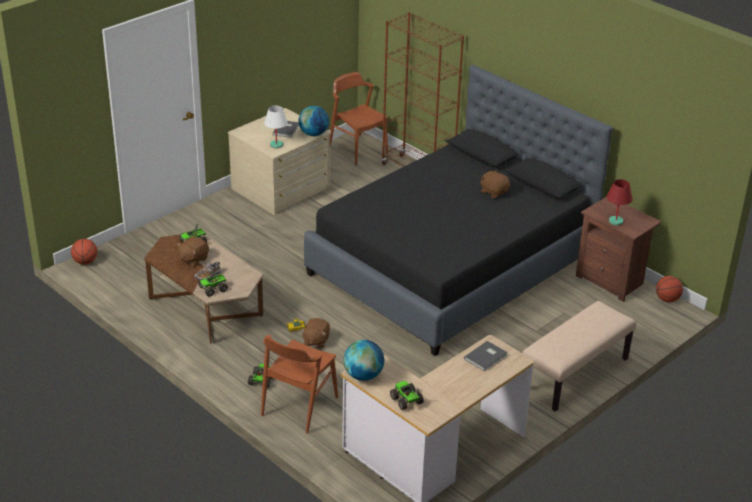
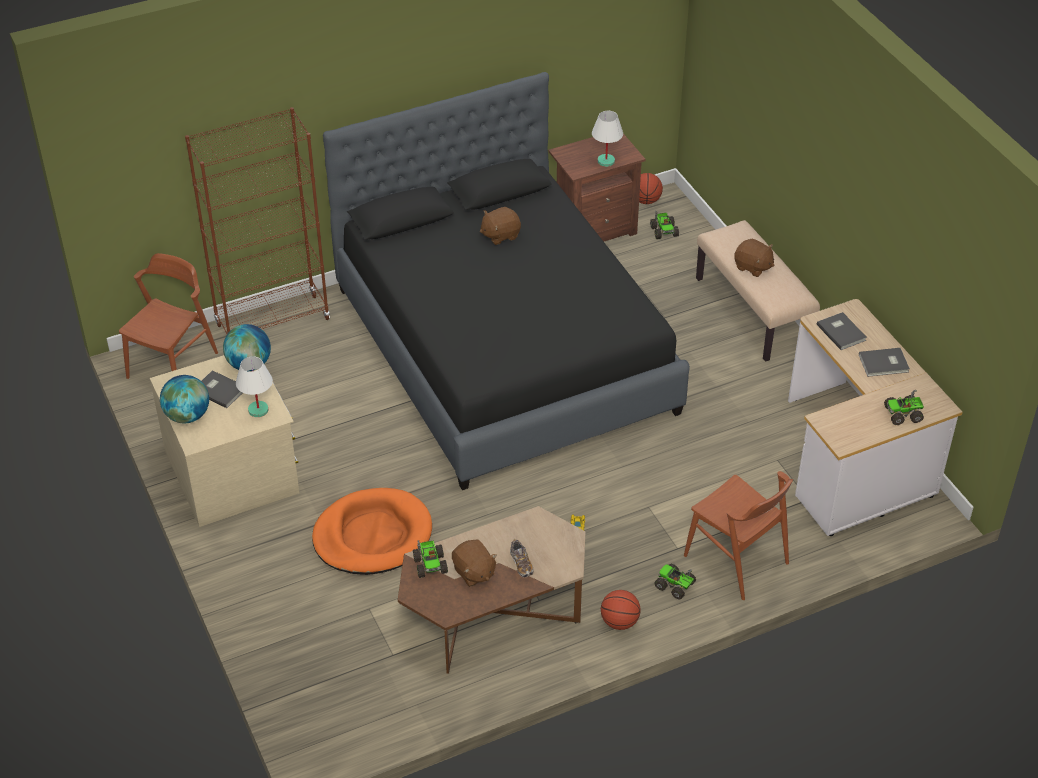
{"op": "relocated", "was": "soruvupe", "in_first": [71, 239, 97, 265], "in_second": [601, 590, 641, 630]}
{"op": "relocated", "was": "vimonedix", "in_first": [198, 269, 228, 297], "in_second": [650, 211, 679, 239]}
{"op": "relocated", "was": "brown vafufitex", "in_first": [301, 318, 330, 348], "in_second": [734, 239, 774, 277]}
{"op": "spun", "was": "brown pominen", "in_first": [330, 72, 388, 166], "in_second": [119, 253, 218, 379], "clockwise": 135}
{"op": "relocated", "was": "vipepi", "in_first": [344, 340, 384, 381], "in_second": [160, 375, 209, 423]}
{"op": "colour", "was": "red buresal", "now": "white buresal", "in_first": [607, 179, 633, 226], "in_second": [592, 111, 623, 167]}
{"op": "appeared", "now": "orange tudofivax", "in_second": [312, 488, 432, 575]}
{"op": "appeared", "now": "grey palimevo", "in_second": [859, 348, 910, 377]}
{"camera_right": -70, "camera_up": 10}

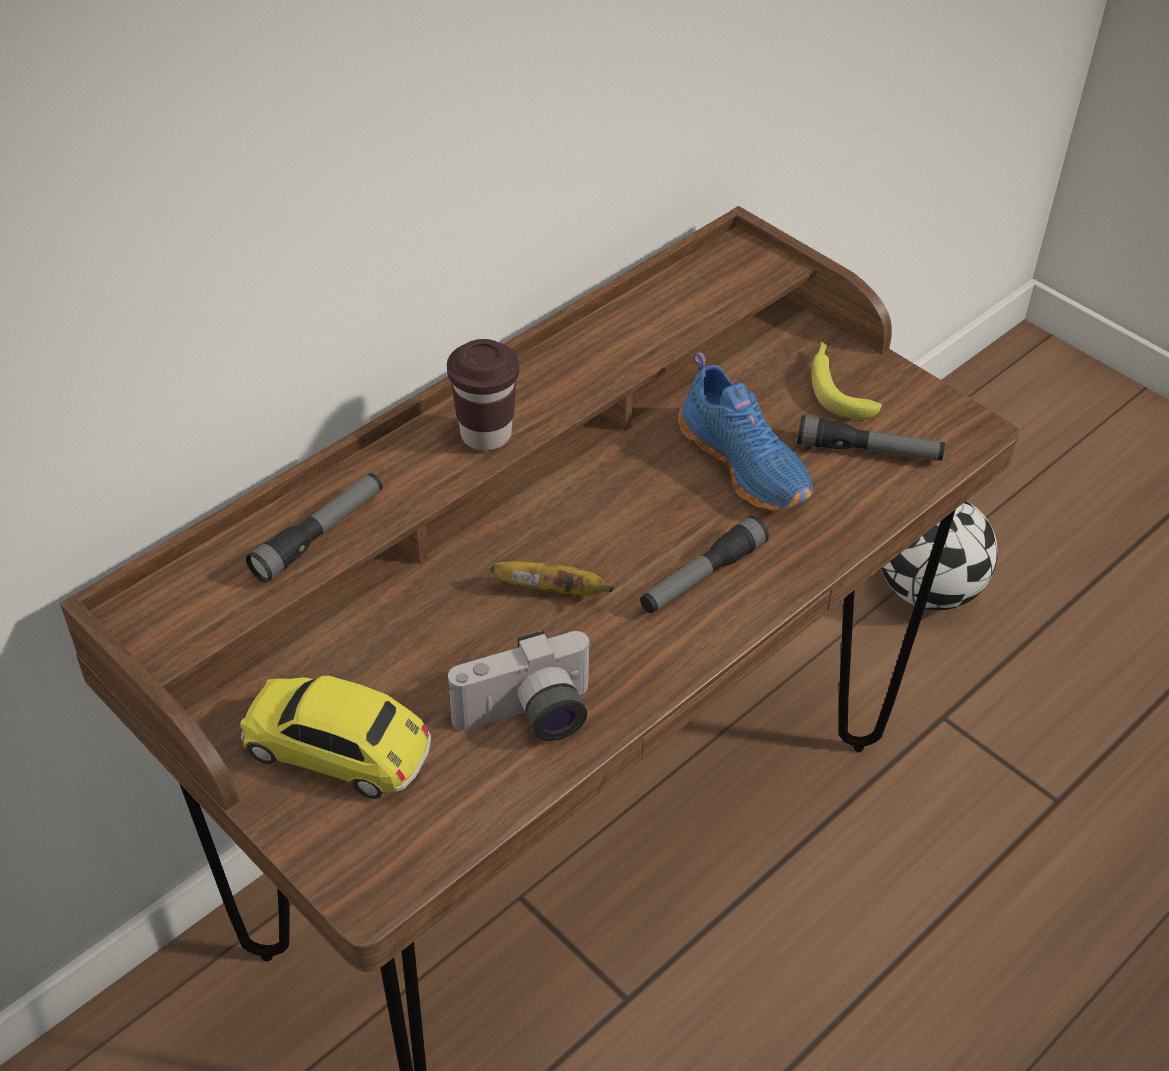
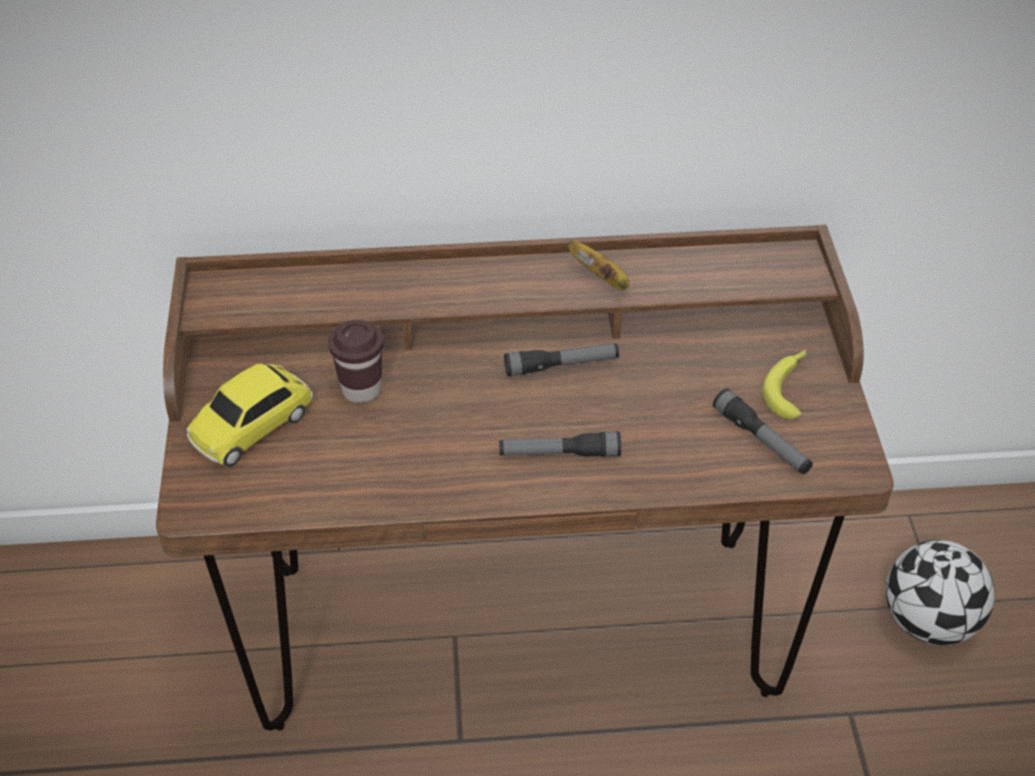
{"op": "spun", "was": "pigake", "in_first": [240, 675, 431, 799], "in_second": [186, 364, 313, 467], "clockwise": -105}
{"op": "relocated", "was": "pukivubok", "in_first": [246, 473, 383, 583], "in_second": [504, 343, 619, 376]}
{"op": "relocated", "was": "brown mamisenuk", "in_first": [447, 339, 519, 451], "in_second": [328, 320, 384, 403]}
{"op": "missing", "was": "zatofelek", "in_first": [448, 631, 593, 741]}
{"op": "relocated", "was": "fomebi", "in_first": [491, 561, 614, 596], "in_second": [568, 241, 629, 290]}
{"op": "missing", "was": "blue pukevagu", "in_first": [678, 352, 813, 511]}
{"camera_right": 40, "camera_up": 0}

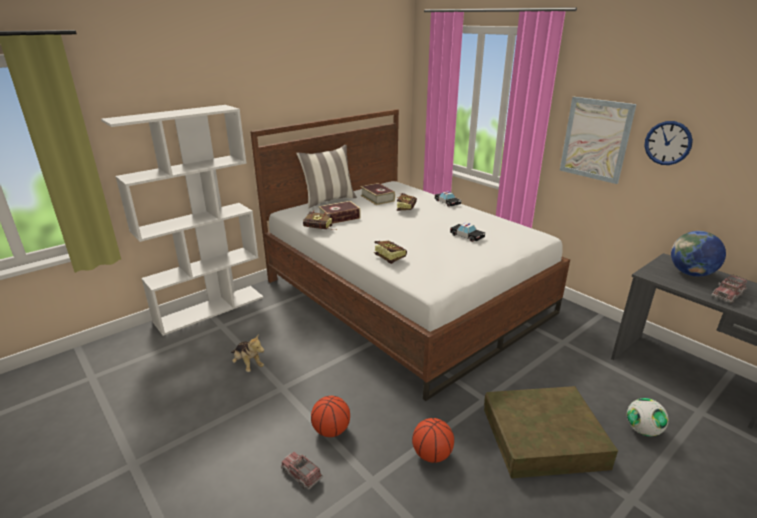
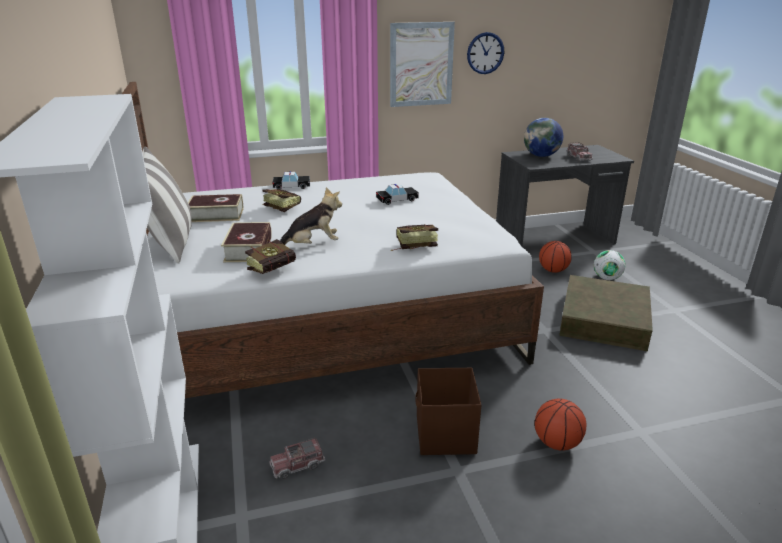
{"op": "relocated", "was": "vafufitex", "in_first": [231, 336, 264, 372], "in_second": [280, 187, 342, 245]}
{"op": "relocated", "was": "vimonedix", "in_first": [281, 452, 323, 490], "in_second": [269, 437, 326, 479]}
{"op": "relocated", "was": "soruvupe", "in_first": [412, 418, 454, 463], "in_second": [539, 241, 572, 273]}
{"op": "appeared", "now": "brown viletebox", "in_second": [415, 367, 481, 455]}
{"camera_right": -65, "camera_up": 0}

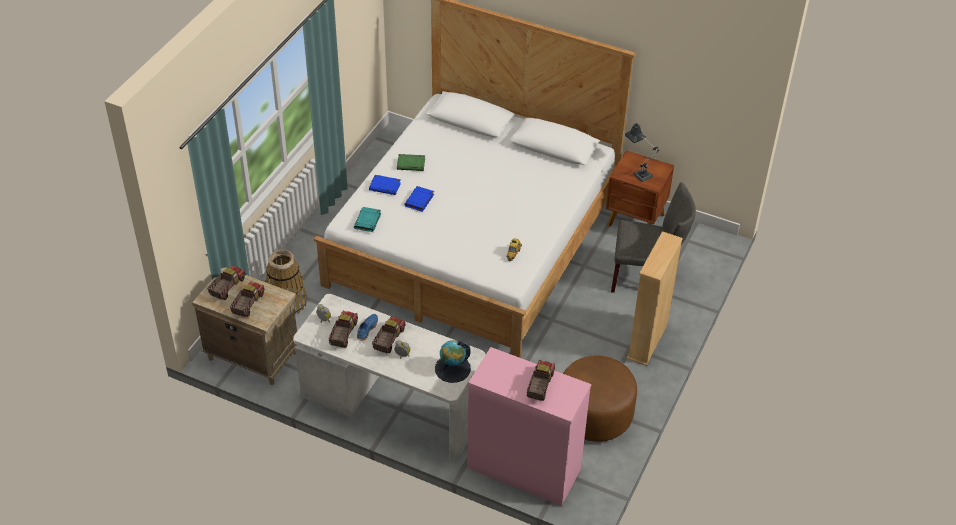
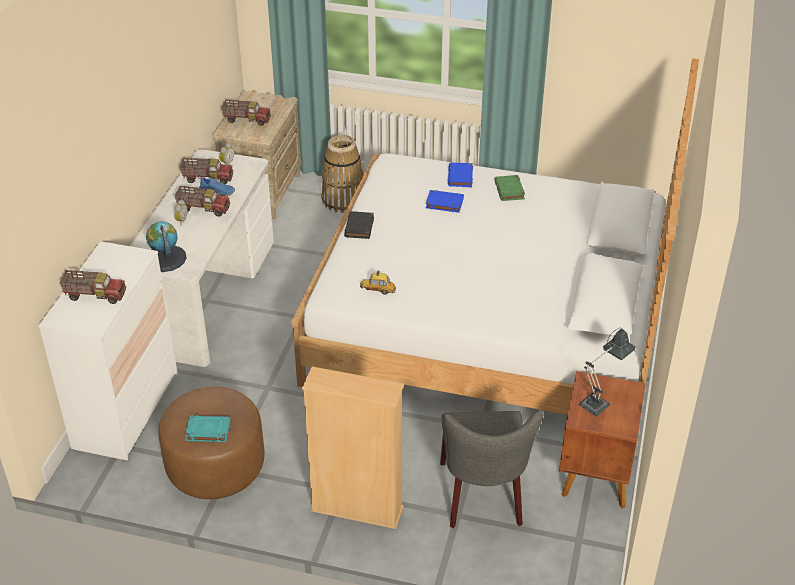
{"op": "missing", "was": "vimonedix", "in_first": [207, 265, 246, 300]}
{"op": "relocated", "was": "turquoise palimevo", "in_first": [354, 207, 381, 232], "in_second": [185, 415, 230, 442]}
{"op": "colour", "was": "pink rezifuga", "now": "white rezifuga", "in_first": [467, 347, 591, 506], "in_second": [39, 241, 178, 461]}
{"op": "appeared", "now": "black palimevo", "in_second": [344, 211, 374, 239]}
{"camera_right": 80, "camera_up": -5}

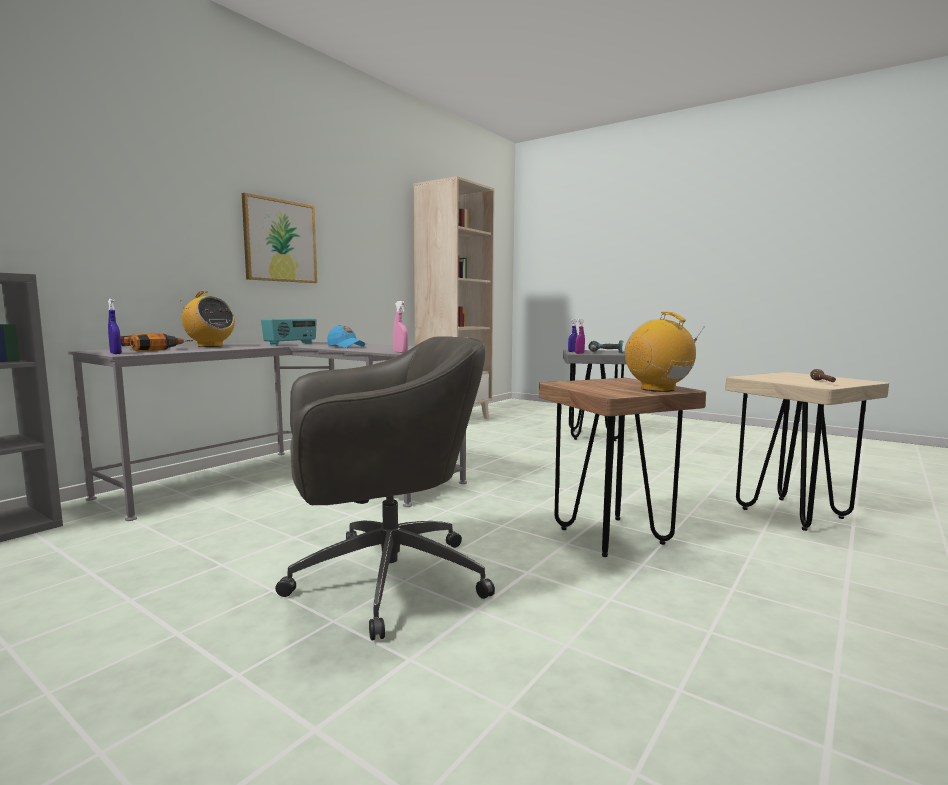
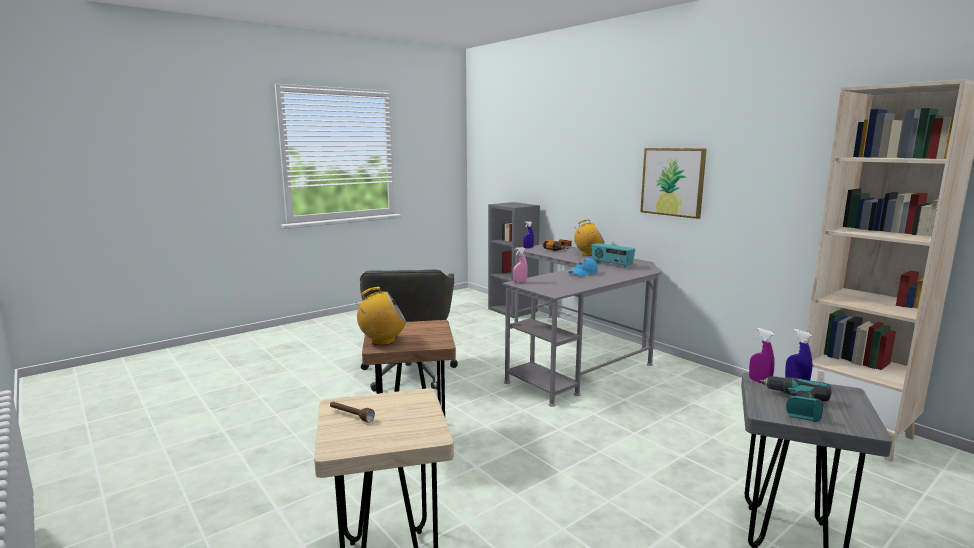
{"op": "spun", "was": "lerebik", "in_first": [181, 291, 235, 347], "in_second": [574, 219, 605, 256], "clockwise": -135}
{"camera_right": 105, "camera_up": 5}

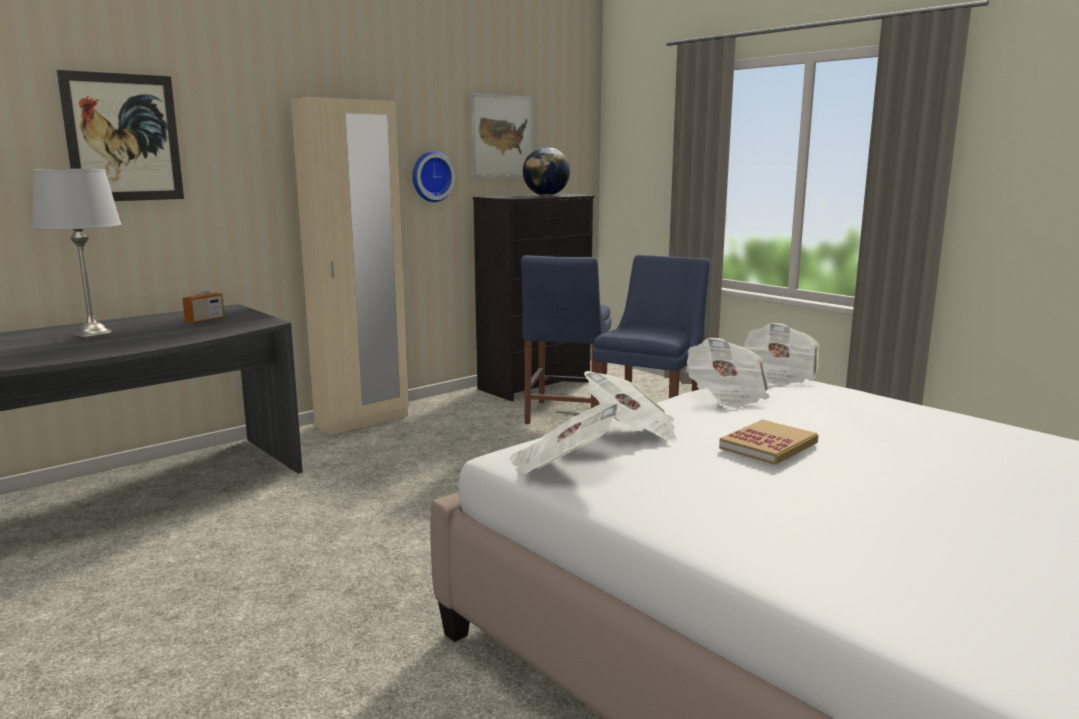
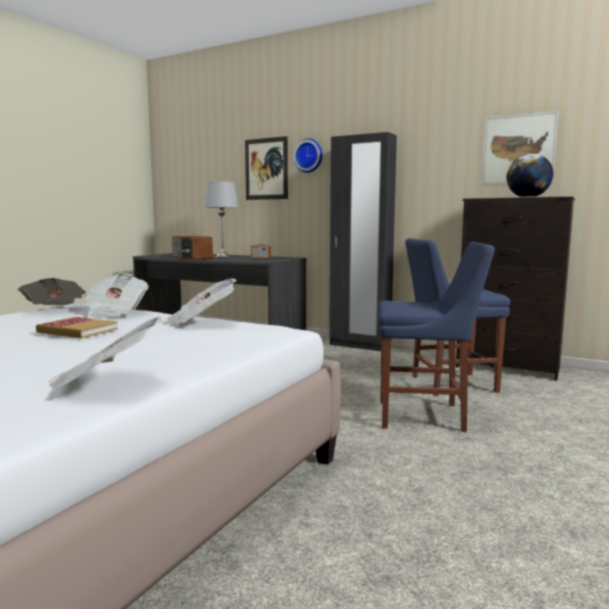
{"op": "colour", "was": "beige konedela", "now": "black konedela", "in_first": [291, 97, 409, 435], "in_second": [329, 132, 397, 351]}
{"op": "relocated", "was": "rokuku", "in_first": [413, 151, 455, 202], "in_second": [293, 139, 323, 173]}
{"op": "relocated", "was": "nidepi", "in_first": [744, 323, 820, 386], "in_second": [49, 317, 162, 392]}
{"op": "appeared", "now": "lerebik", "in_second": [172, 236, 213, 260]}
{"camera_right": 70, "camera_up": -5}

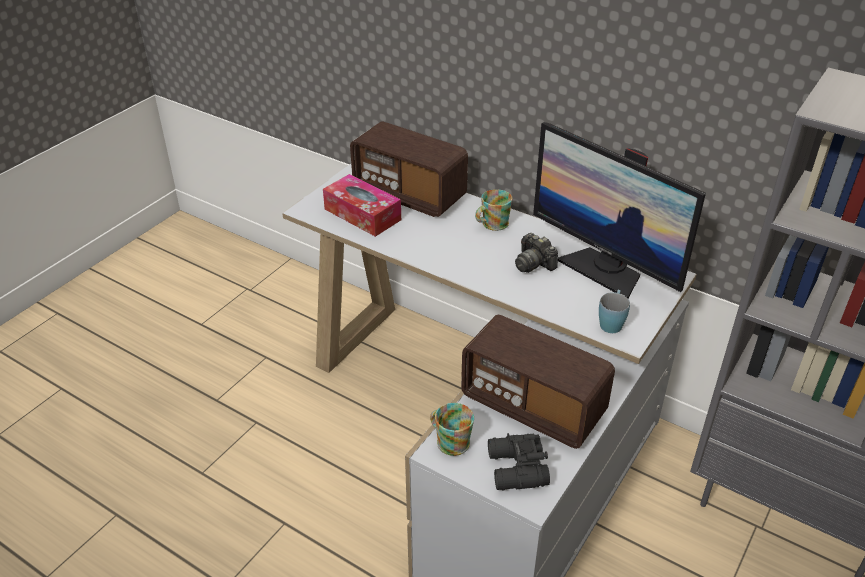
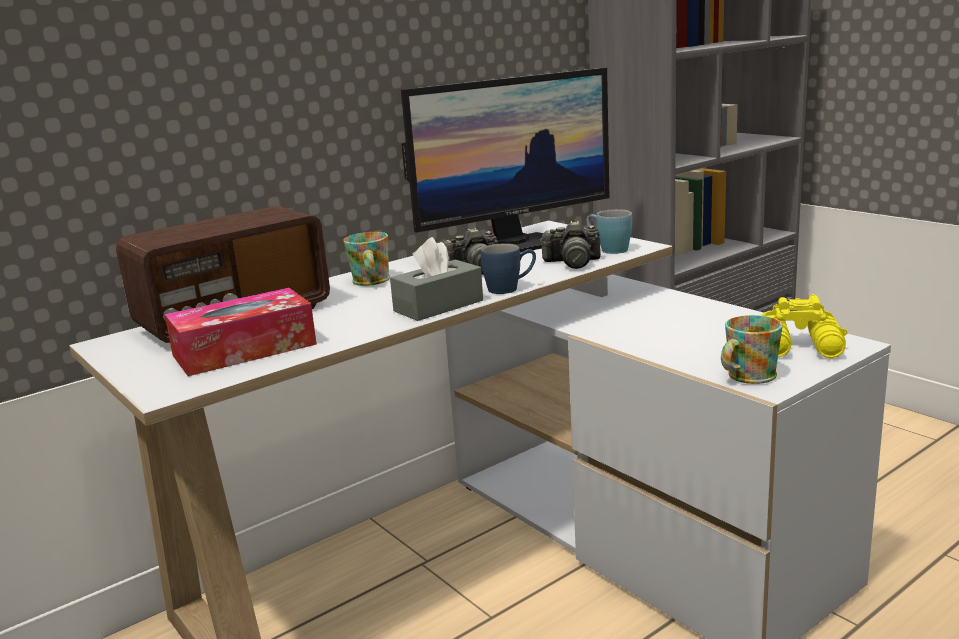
{"op": "missing", "was": "lerebik", "in_first": [461, 315, 615, 449]}
{"op": "colour", "was": "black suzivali", "now": "yellow suzivali", "in_first": [488, 433, 550, 491], "in_second": [761, 294, 848, 358]}
{"op": "appeared", "now": "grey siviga", "in_second": [390, 237, 483, 321]}
{"op": "appeared", "now": "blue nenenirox", "in_second": [481, 243, 536, 294]}
{"op": "appeared", "now": "zatofelek", "in_second": [539, 221, 601, 269]}
{"camera_right": -70, "camera_up": -20}

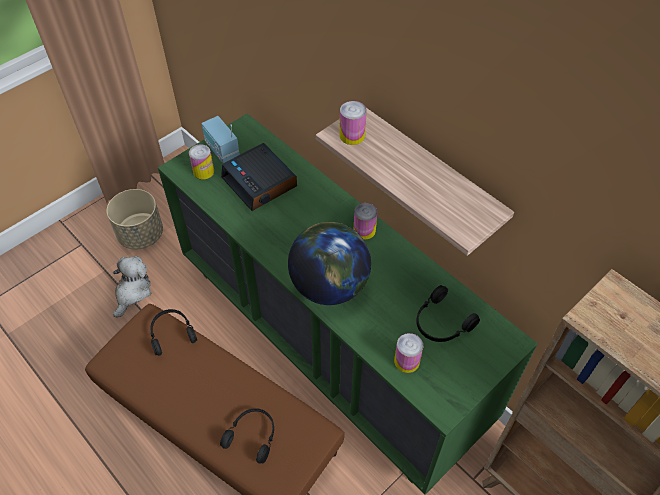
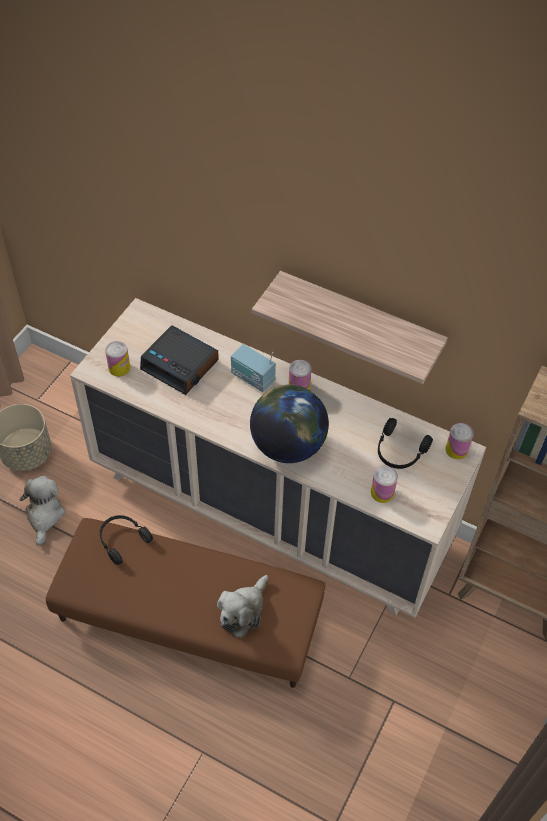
{"op": "colour", "was": "green rezifuga", "now": "beige rezifuga", "in_first": [158, 113, 538, 495], "in_second": [70, 298, 486, 618]}
{"op": "relocated", "was": "lerebik", "in_first": [201, 116, 240, 163], "in_second": [231, 344, 276, 392]}
{"op": "exchanged", "was": "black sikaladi", "now": "vafufitex", "in_first": [220, 408, 274, 464], "in_second": [217, 575, 269, 638]}
{"op": "relocated", "was": "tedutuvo", "in_first": [339, 101, 367, 145], "in_second": [445, 423, 474, 459]}
{"camera_right": -20, "camera_up": 0}

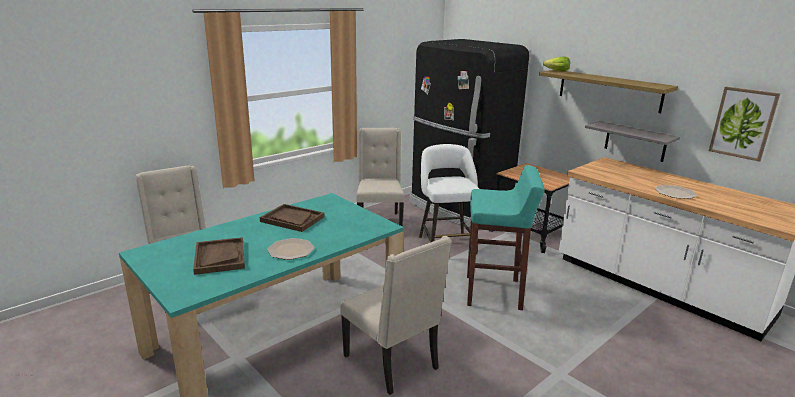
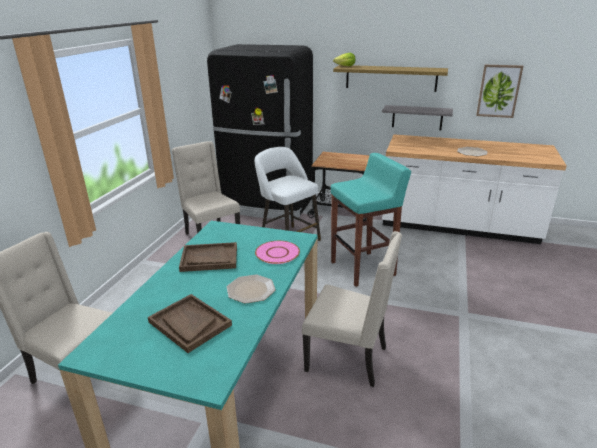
{"op": "appeared", "now": "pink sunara", "in_second": [255, 241, 300, 264]}
{"camera_right": -30, "camera_up": 5}

